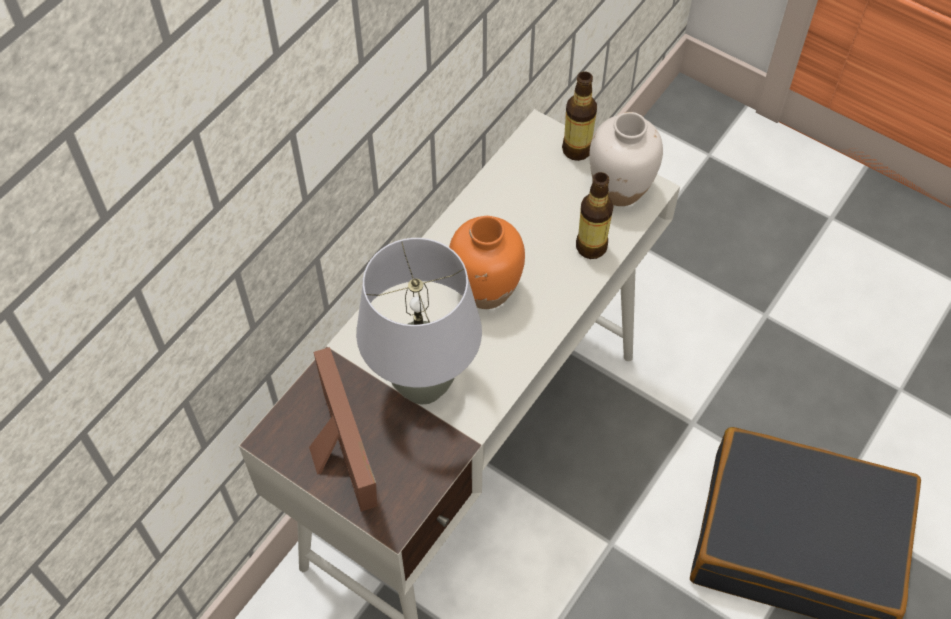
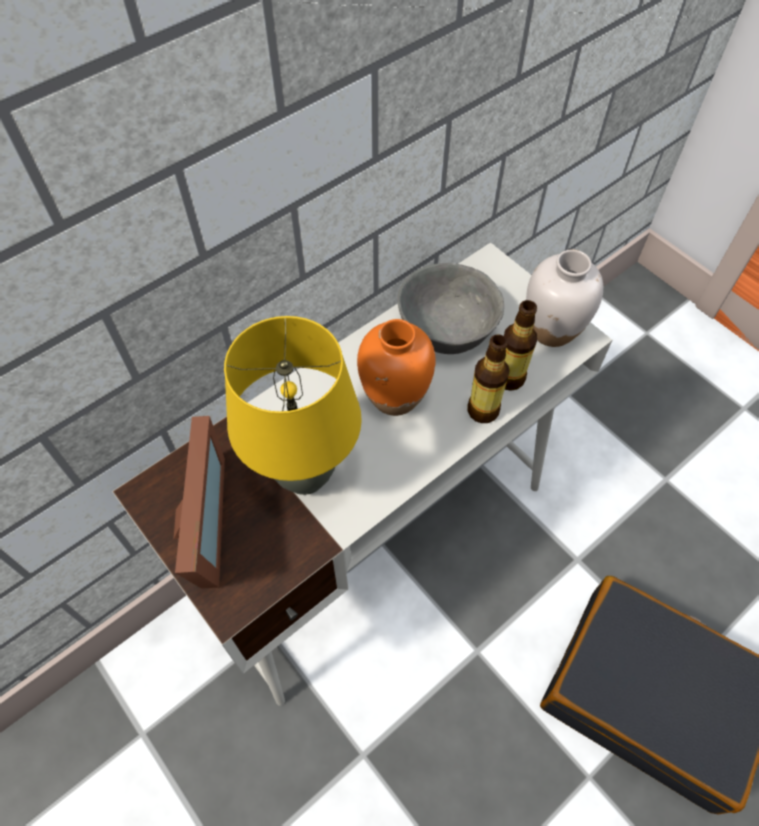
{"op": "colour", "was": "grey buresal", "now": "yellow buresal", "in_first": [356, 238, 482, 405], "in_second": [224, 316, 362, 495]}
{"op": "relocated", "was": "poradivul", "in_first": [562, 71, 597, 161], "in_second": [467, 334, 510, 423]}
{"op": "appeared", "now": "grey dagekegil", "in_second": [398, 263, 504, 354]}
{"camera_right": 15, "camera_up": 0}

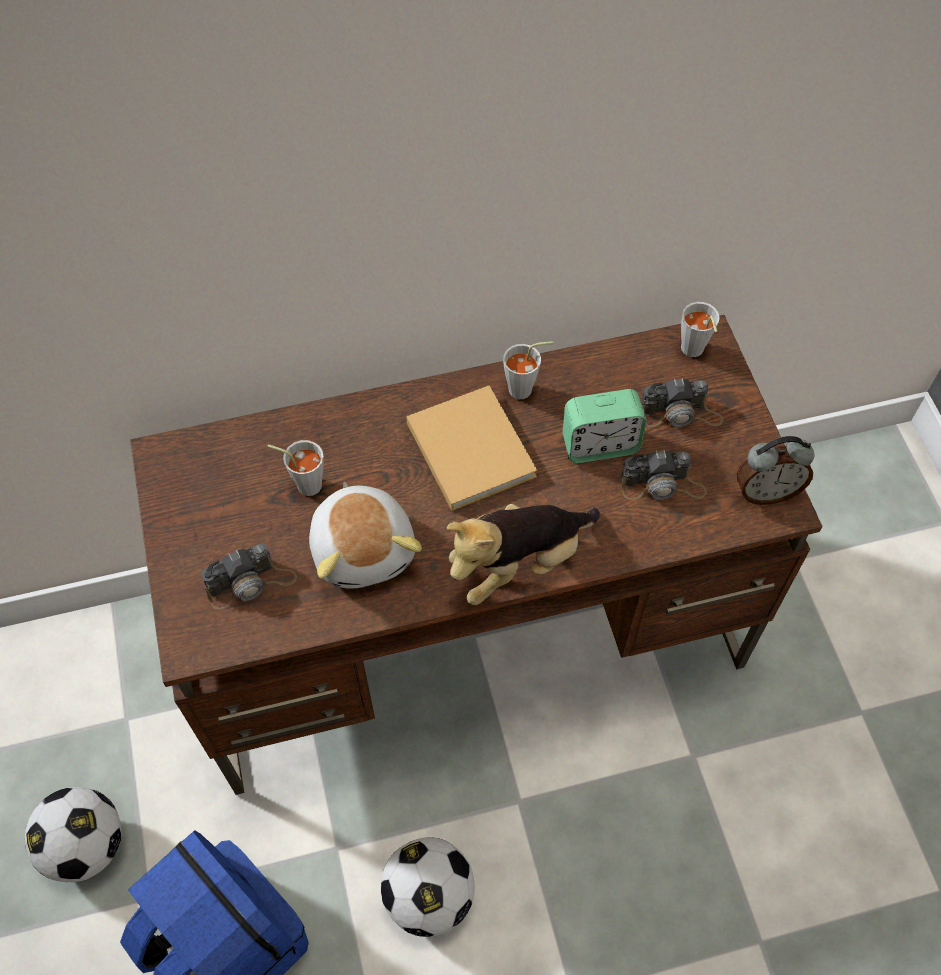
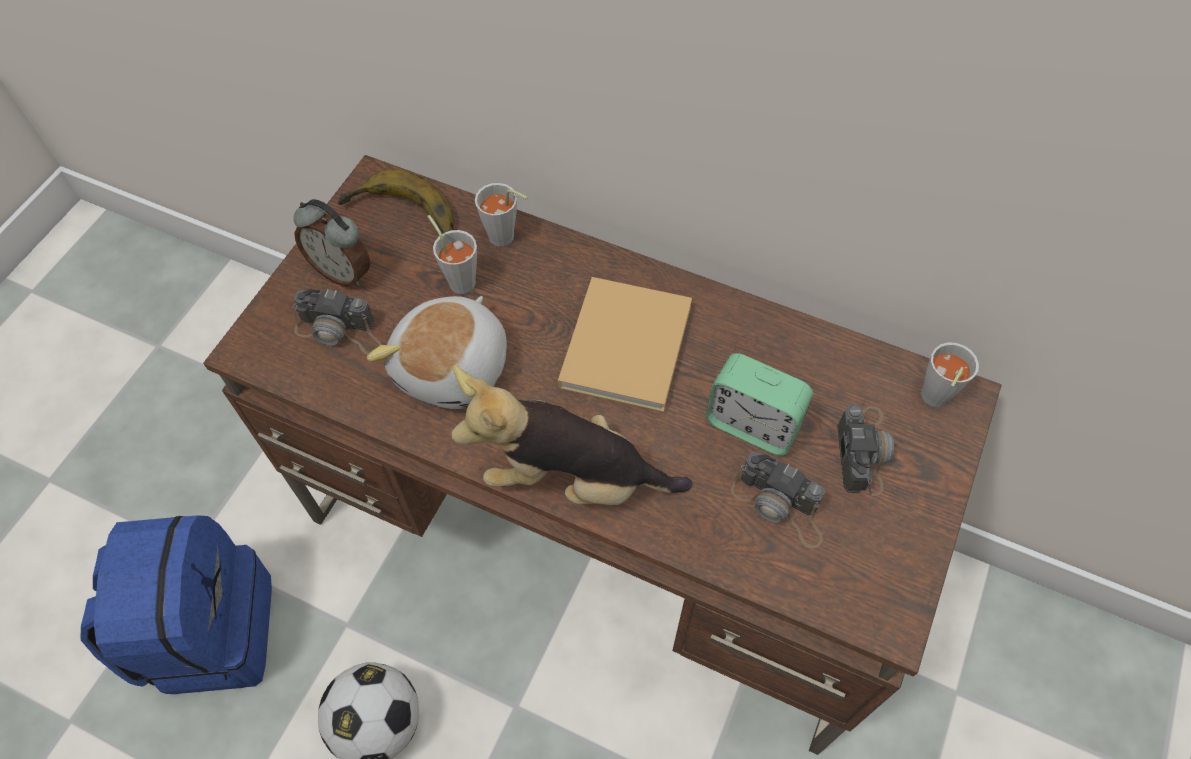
{"op": "missing", "was": "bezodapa", "in_first": [25, 787, 121, 882]}
{"op": "relocated", "was": "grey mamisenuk", "in_first": [503, 341, 553, 399], "in_second": [475, 183, 528, 247]}
{"op": "spun", "was": "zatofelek", "in_first": [641, 378, 723, 427], "in_second": [837, 405, 894, 496], "clockwise": -120}
{"op": "relocated", "was": "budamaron", "in_first": [737, 436, 815, 505], "in_second": [293, 199, 370, 287]}
{"op": "appeared", "now": "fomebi", "in_second": [338, 170, 454, 234]}
{"camera_right": 40, "camera_up": 0}

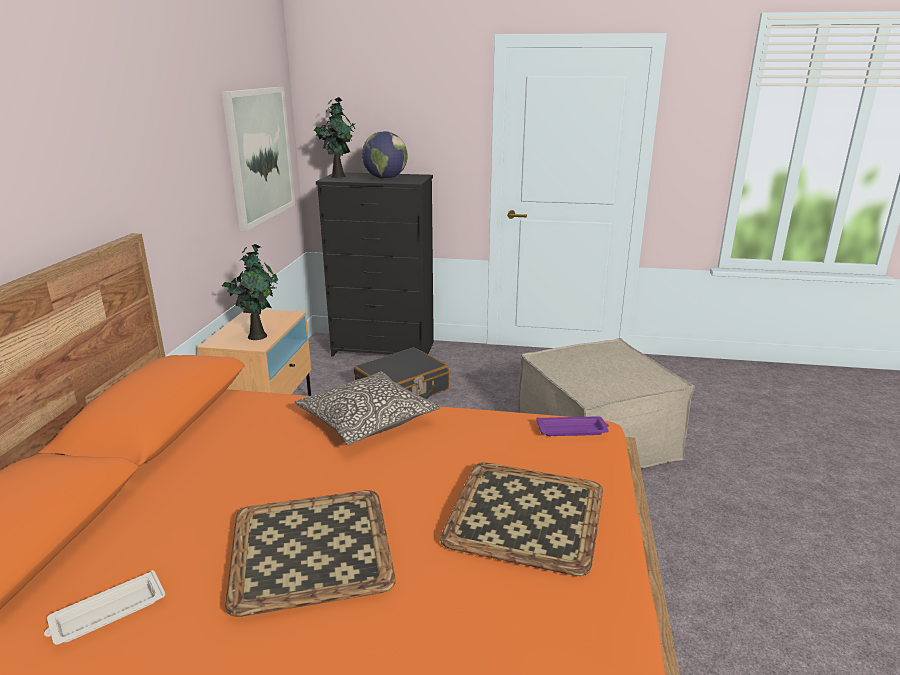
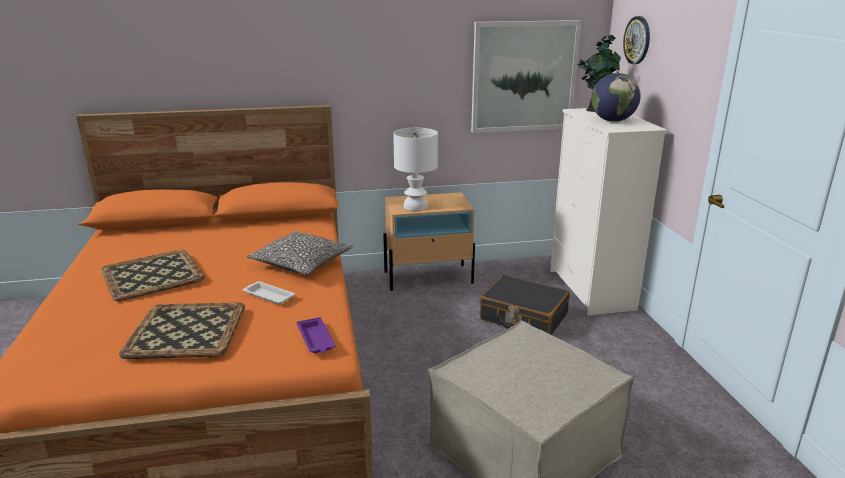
{"op": "relocated", "was": "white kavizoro", "in_first": [44, 570, 165, 645], "in_second": [243, 281, 296, 305]}
{"op": "exchanged", "was": "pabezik", "now": "white buresal", "in_first": [222, 244, 278, 340], "in_second": [393, 128, 438, 211]}
{"op": "colour", "was": "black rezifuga", "now": "white rezifuga", "in_first": [316, 172, 434, 356], "in_second": [550, 108, 668, 315]}
{"op": "appeared", "now": "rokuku", "in_second": [623, 16, 650, 64]}
{"camera_right": 70, "camera_up": 0}

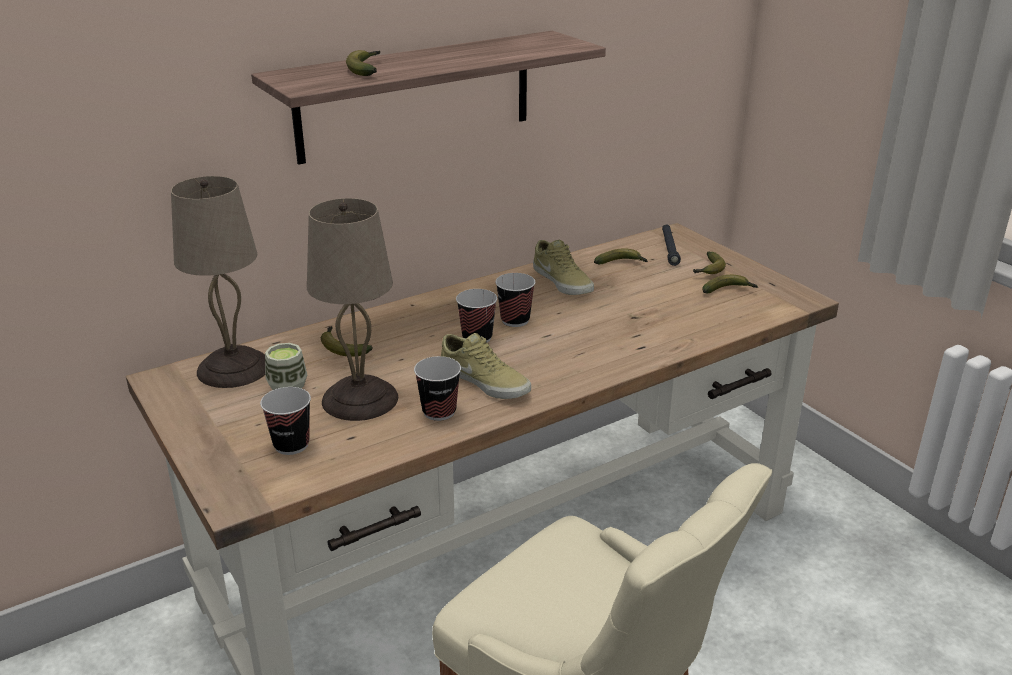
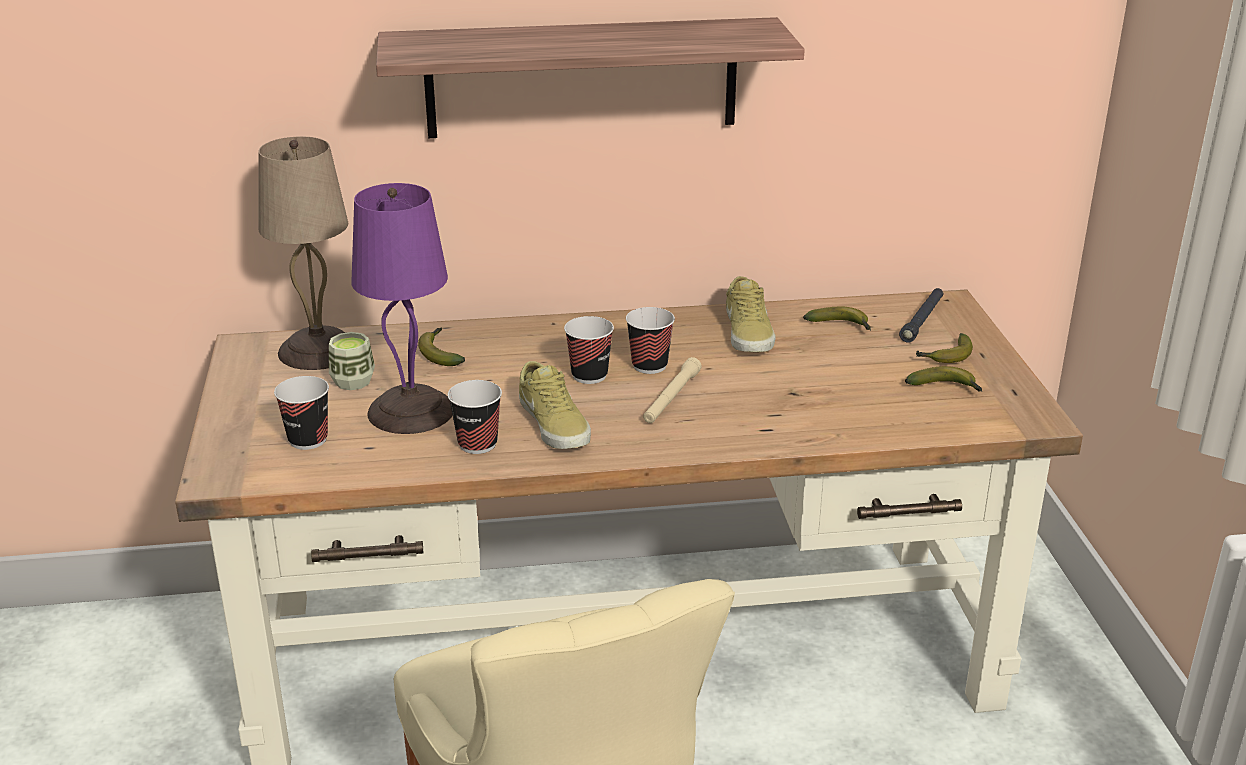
{"op": "colour", "was": "beige buresal", "now": "purple buresal", "in_first": [307, 198, 398, 421], "in_second": [351, 183, 453, 434]}
{"op": "missing", "was": "fomebi", "in_first": [346, 50, 380, 76]}
{"op": "appeared", "now": "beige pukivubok", "in_second": [643, 357, 702, 423]}
{"camera_right": 25, "camera_up": 0}

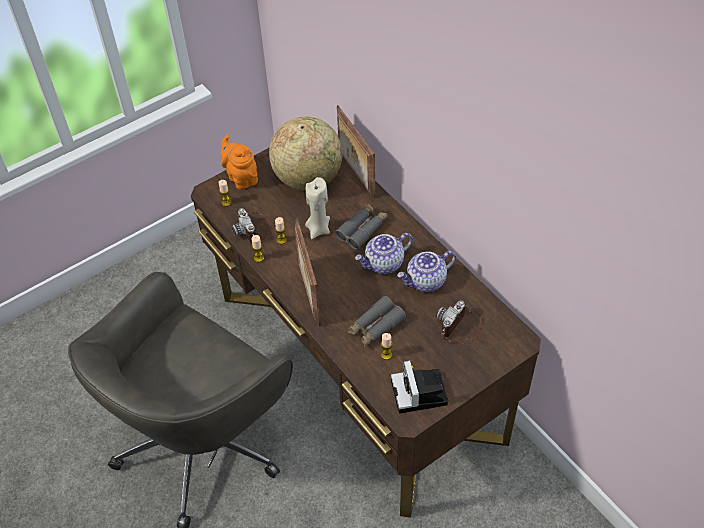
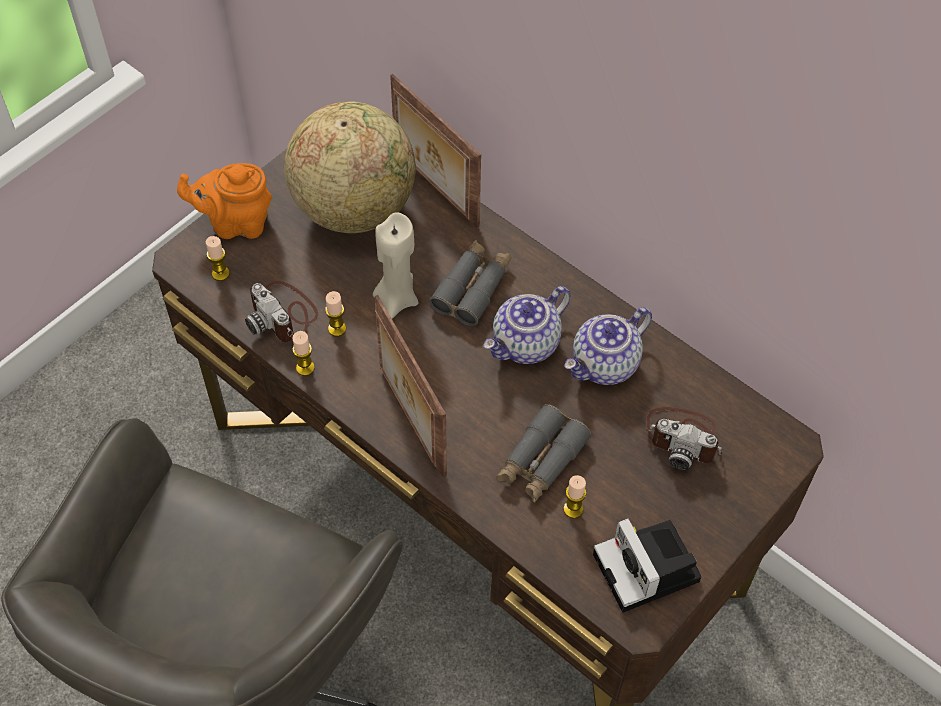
{"op": "spun", "was": "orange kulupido", "in_first": [221, 134, 258, 189], "in_second": [177, 163, 272, 239], "clockwise": -45}
{"op": "spun", "was": "zatofelek", "in_first": [436, 300, 482, 345], "in_second": [645, 407, 723, 470], "clockwise": -90}
{"camera_right": -15, "camera_up": 5}

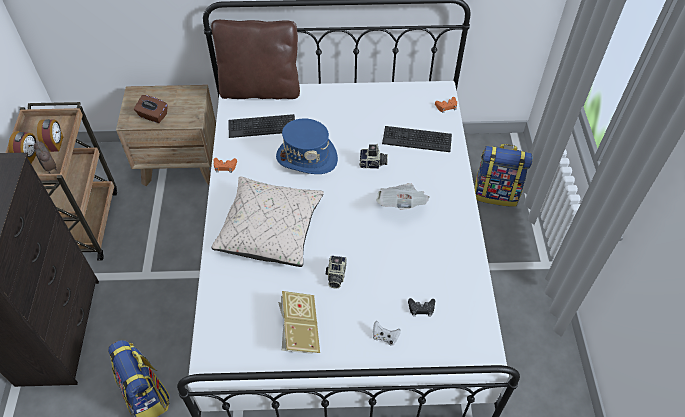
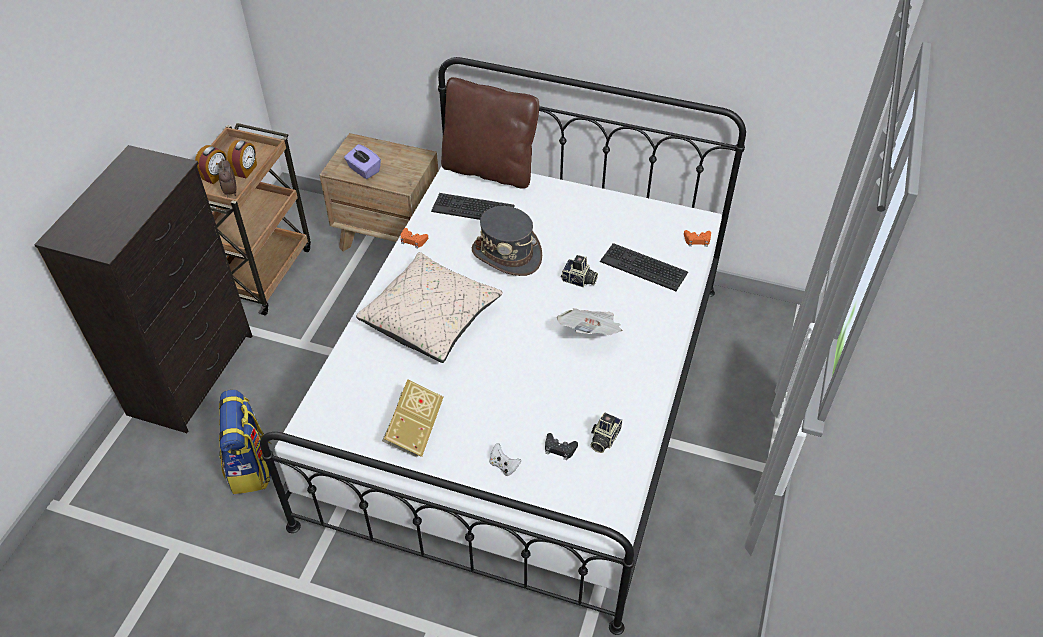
{"op": "colour", "was": "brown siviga", "now": "purple siviga", "in_first": [134, 95, 167, 123], "in_second": [344, 144, 381, 179]}
{"op": "colour", "was": "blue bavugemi", "now": "grey bavugemi", "in_first": [276, 118, 338, 174], "in_second": [472, 206, 542, 276]}
{"op": "relocated", "was": "zatofelek", "in_first": [326, 255, 347, 288], "in_second": [591, 413, 622, 453]}
{"op": "missing", "was": "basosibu", "in_first": [475, 144, 532, 207]}
{"camera_right": 20, "camera_up": -5}

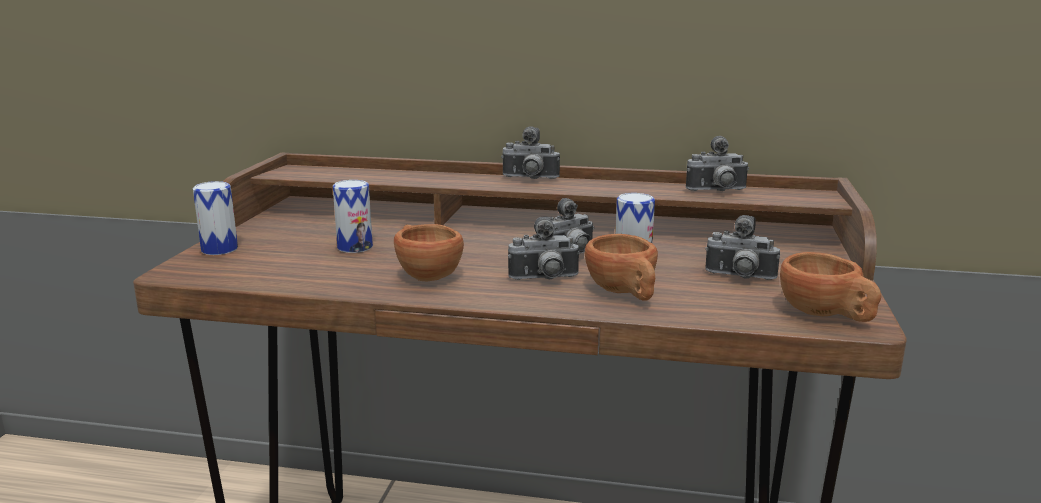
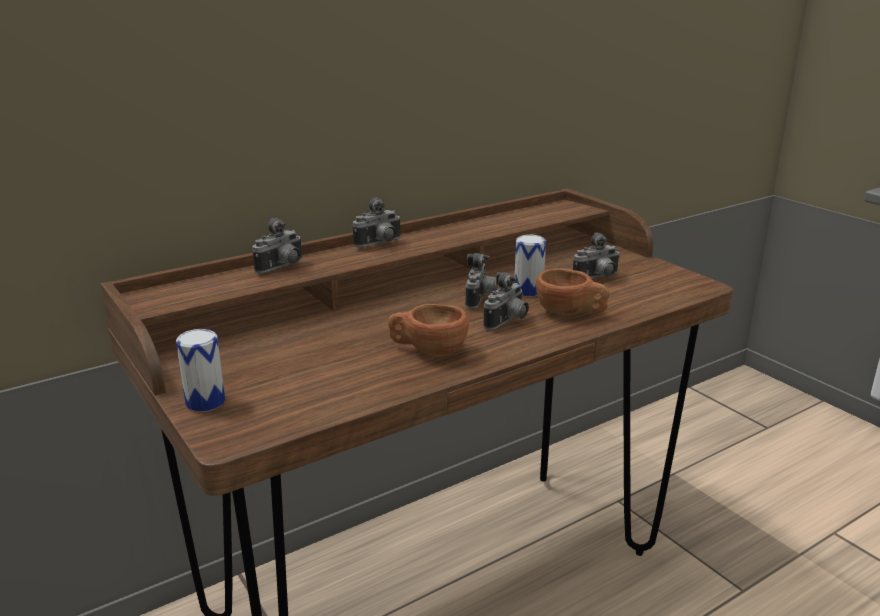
{"op": "missing", "was": "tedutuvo", "in_first": [333, 180, 373, 253]}
{"op": "relocated", "was": "zatofelek", "in_first": [686, 136, 749, 191], "in_second": [252, 218, 302, 273]}
{"op": "missing", "was": "brown mamisenuk", "in_first": [780, 252, 881, 322]}
{"camera_right": -45, "camera_up": 5}

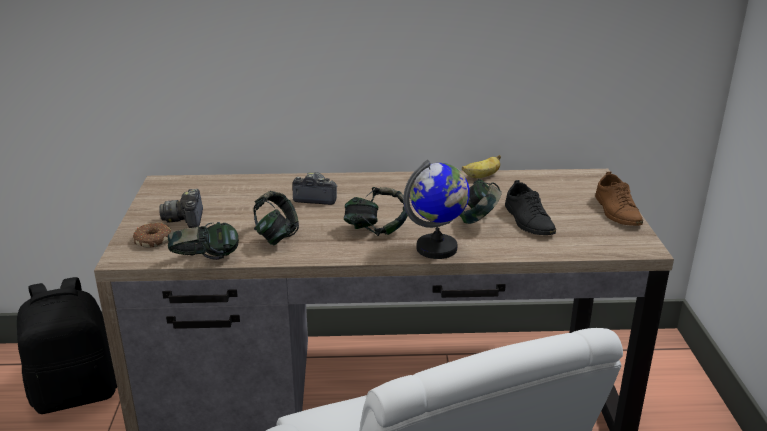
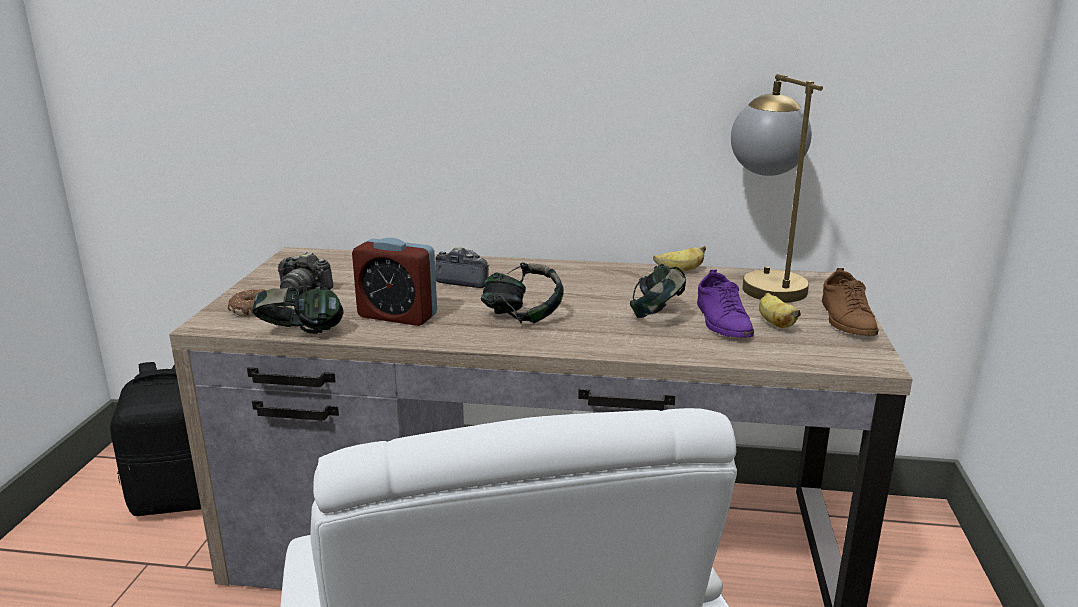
{"op": "spun", "was": "zatofelek", "in_first": [159, 189, 203, 228], "in_second": [278, 252, 334, 295], "clockwise": -75}
{"op": "exchanged", "was": "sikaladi", "now": "budamaron", "in_first": [253, 191, 299, 245], "in_second": [352, 238, 437, 326]}
{"op": "missing", "was": "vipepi", "in_first": [403, 160, 470, 259]}
{"op": "colour", "was": "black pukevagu", "now": "purple pukevagu", "in_first": [505, 180, 556, 235], "in_second": [697, 270, 754, 338]}
{"op": "appeared", "now": "buresal", "in_second": [731, 74, 823, 303]}
{"op": "appeared", "now": "fomebi", "in_second": [759, 293, 801, 328]}
{"camera_right": 10, "camera_up": -5}

